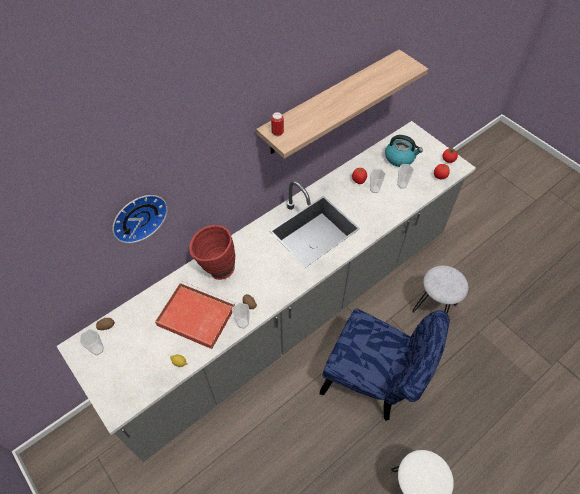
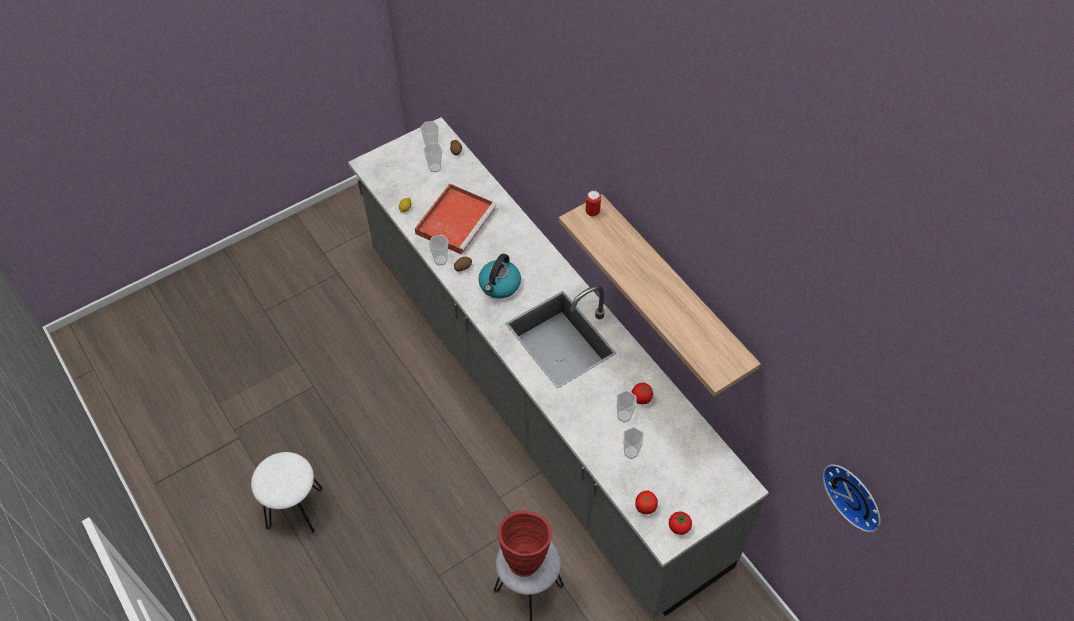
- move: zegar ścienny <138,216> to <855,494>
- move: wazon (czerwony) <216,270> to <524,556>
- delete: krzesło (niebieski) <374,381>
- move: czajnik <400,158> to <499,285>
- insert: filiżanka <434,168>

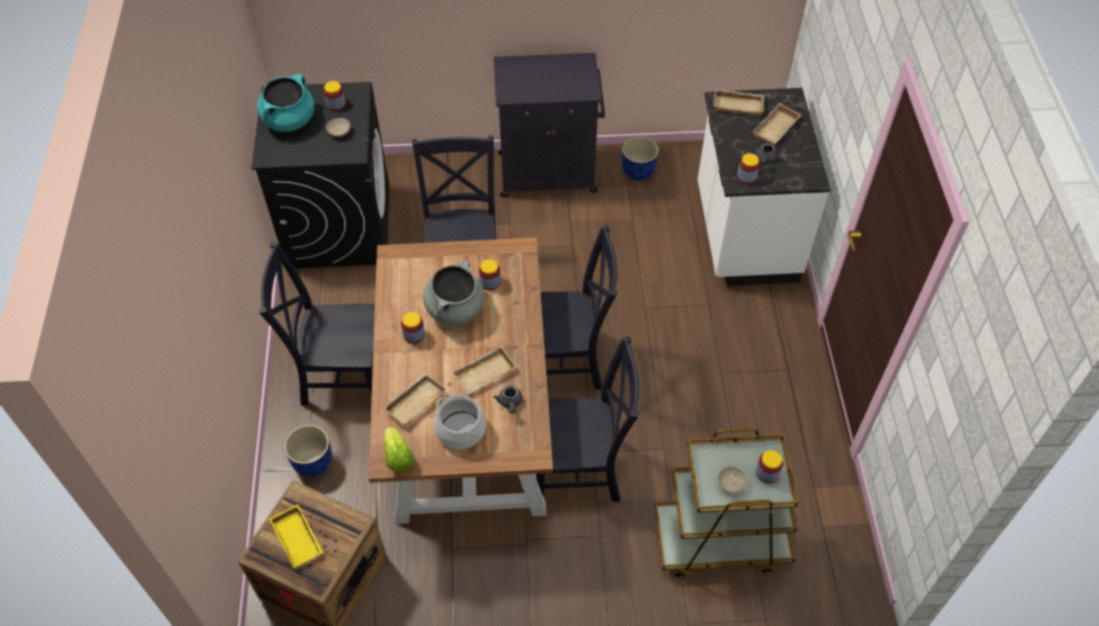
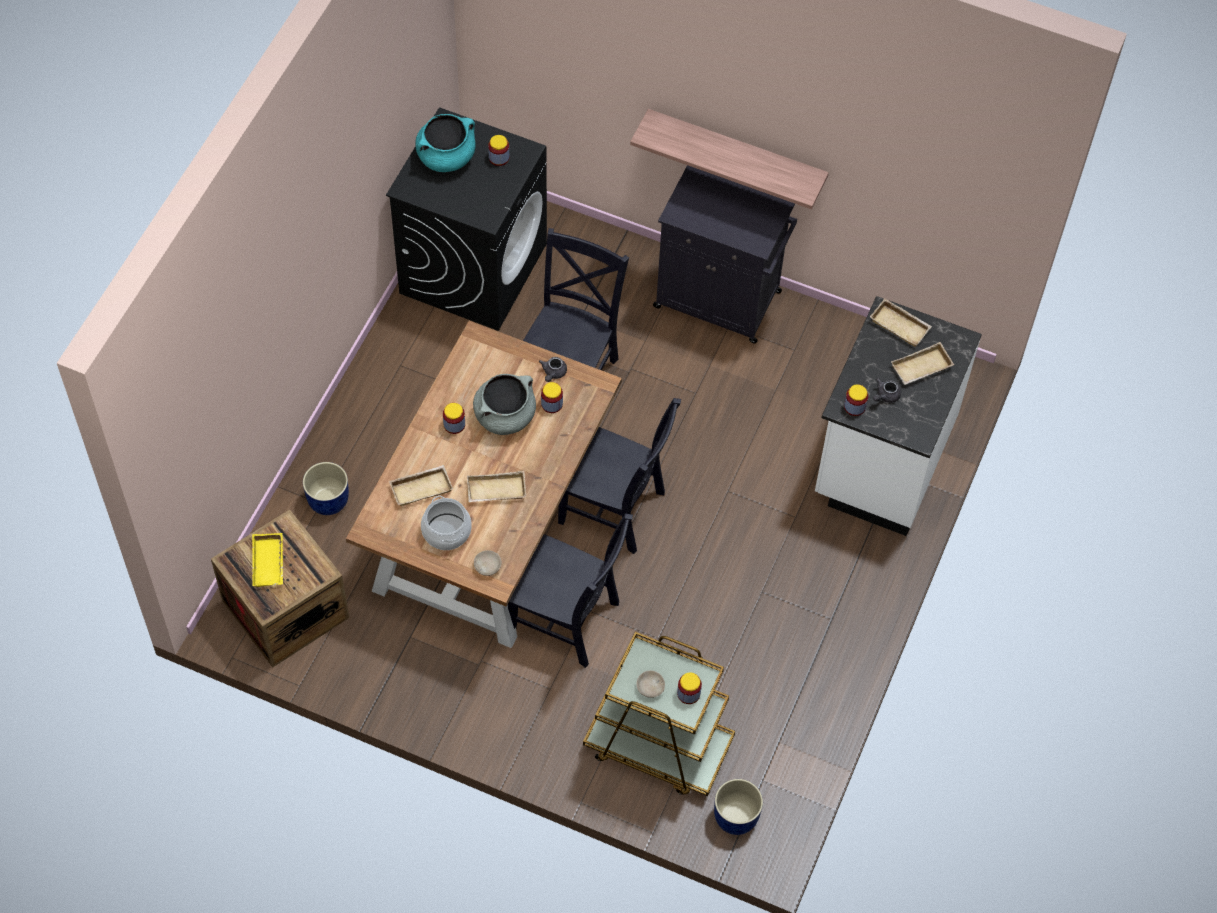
- delete: krzesło (czarny) <339,373>
- move: miska (beżowy) <340,132> to <488,567>
- delete: sałata <398,457>
- move: imbryk (szary) <510,403> to <553,373>
- move: donica (niebieski) <638,171> to <736,817>
- insert: półka <736,153>

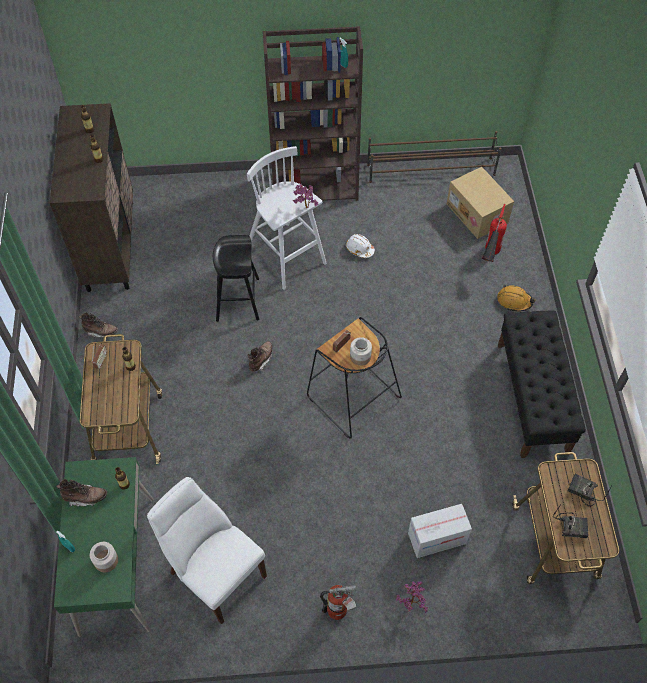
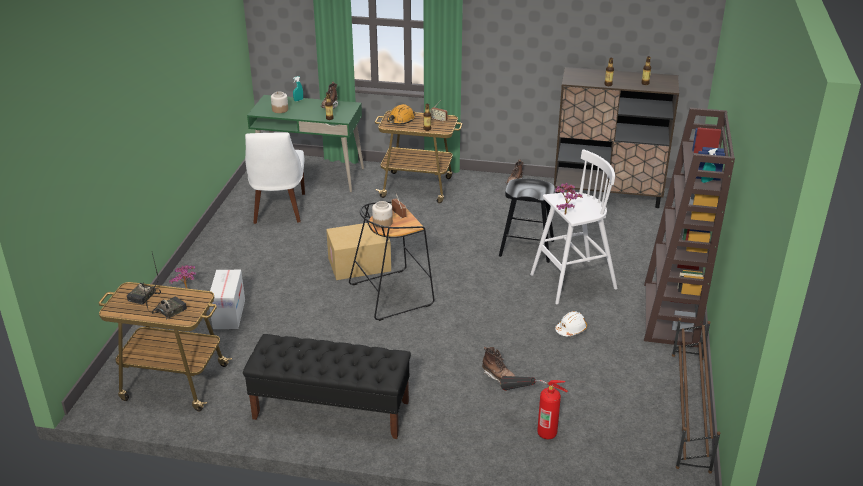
- rotate: krzesło (biały) <214,571> = <278,210> 120 degrees clockwise
- move: but z cholewką (brązowy) <261,359> to <498,376>
- delete: gaśnica <339,612>
- move: karton <478,213> to <359,265>
- move: kask (pomarańczowy) <514,301> to <400,120>

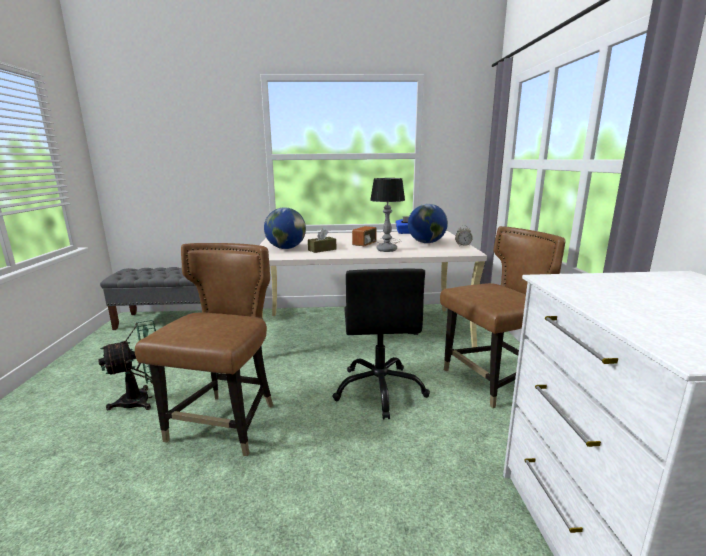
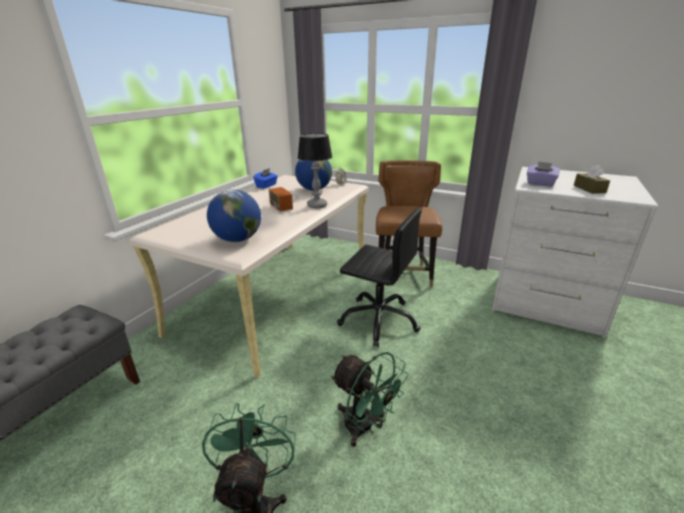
- replace: krzesło (brązowy) <225,424> to wentylator (zielony) <365,427>
- move: pudełko chusteczek (brązowy) <322,250> to <589,189>
- insert: pudełko chusteczek (fioletowy) <540,183>

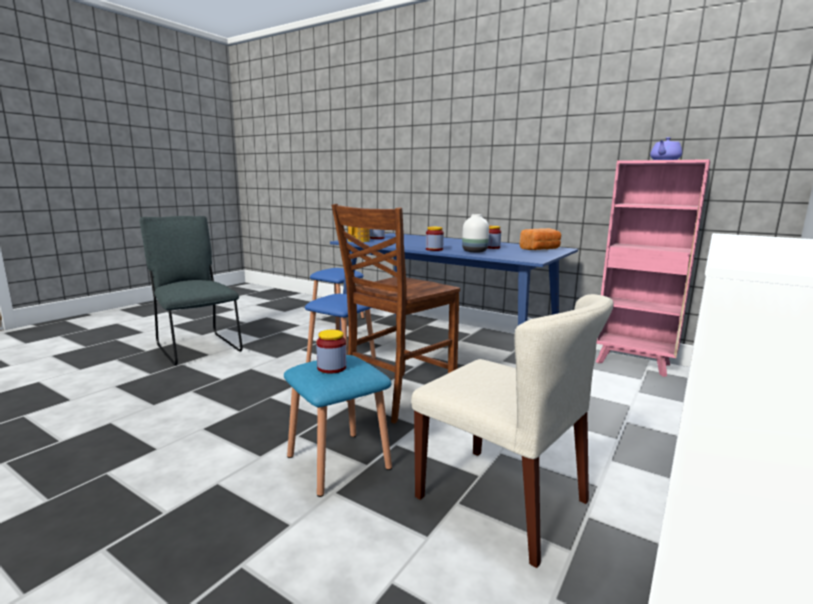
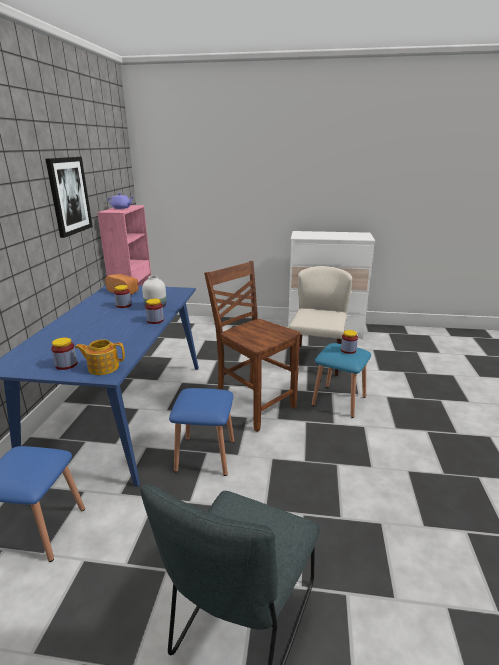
- rotate: krzesło (brązowy) <397,397> = <254,405> 150 degrees counterclockwise
- insert: obraz <69,196>

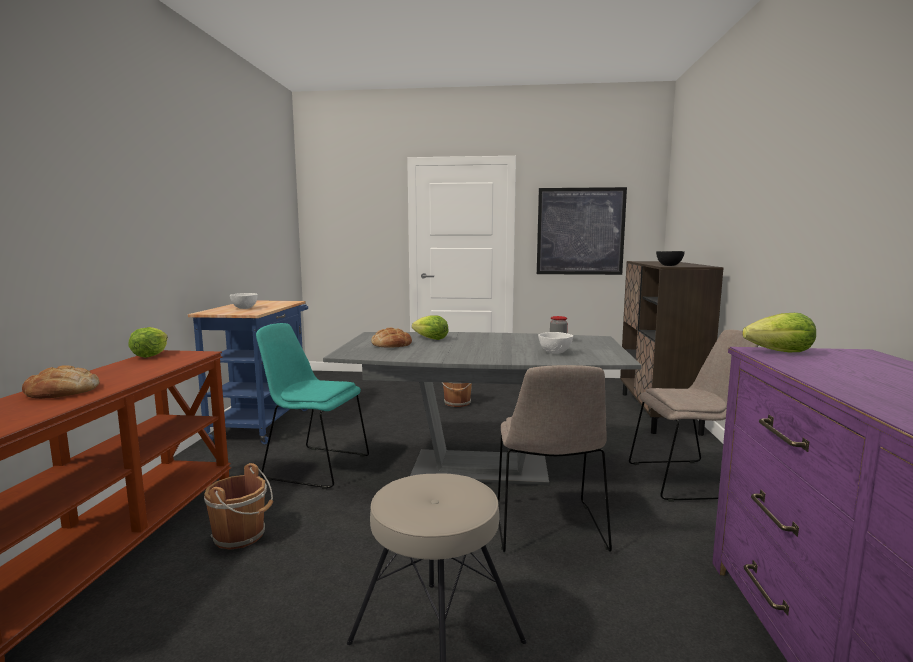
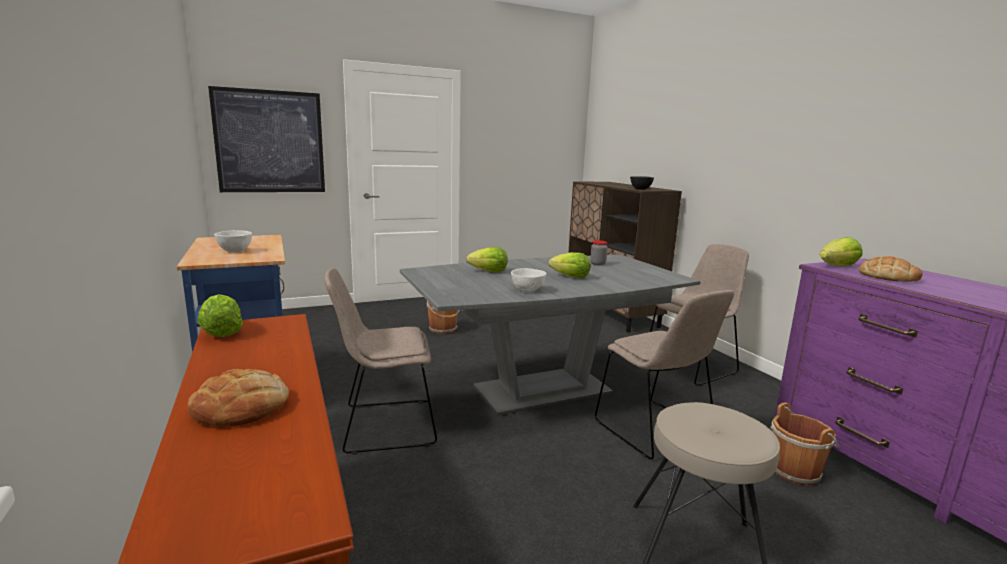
- move: wiadro (brązowy) <242,536> to <796,470>
- recolor: krzesło (turkusowy) <314,466> to krzesło (beżowy) <384,426>
- move: chleb <391,344> to <887,276>
- move: obraz <580,231> to <270,142>
- move: miska (biały) <555,353> to <528,290>
- insert: sałata <571,277>

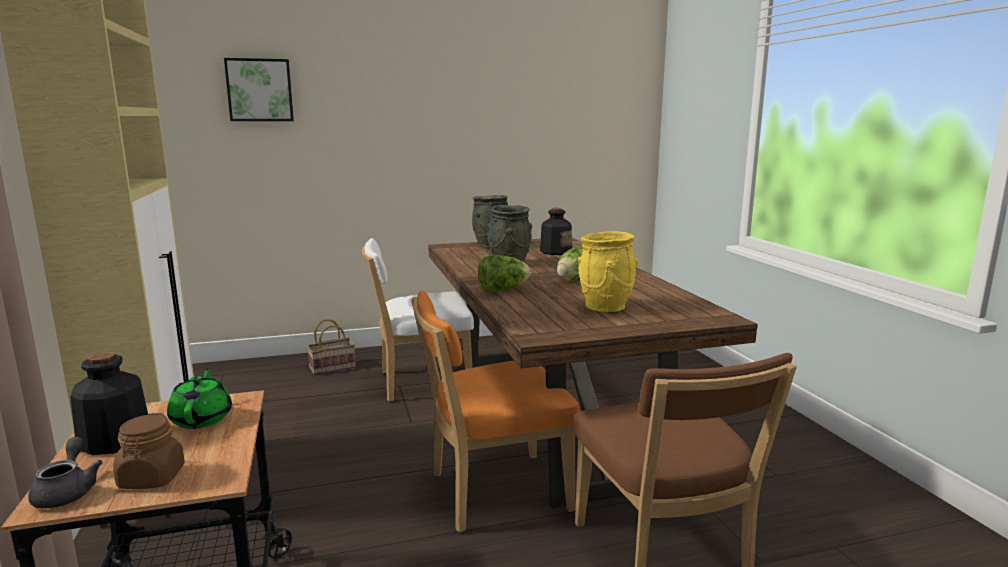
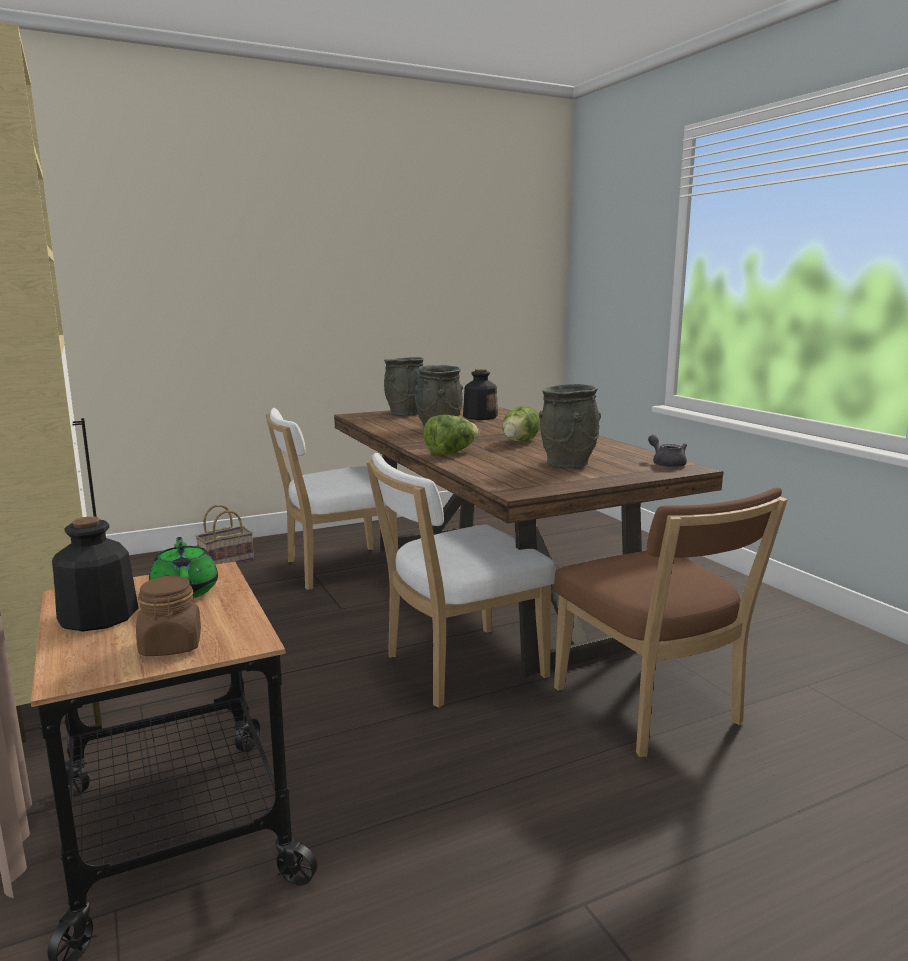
- move: imbryk (szary) <68,491> to <666,464>
- delete: obraz <260,90>
- recolor: krzesło (pomarańczowy) <492,493> to krzesło (biały) <457,668>
- recolor: wazon (żółty) <606,307> to wazon (szary) <568,463>

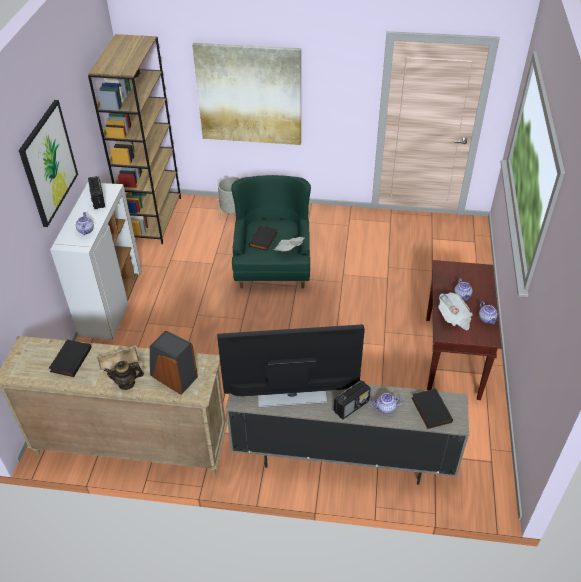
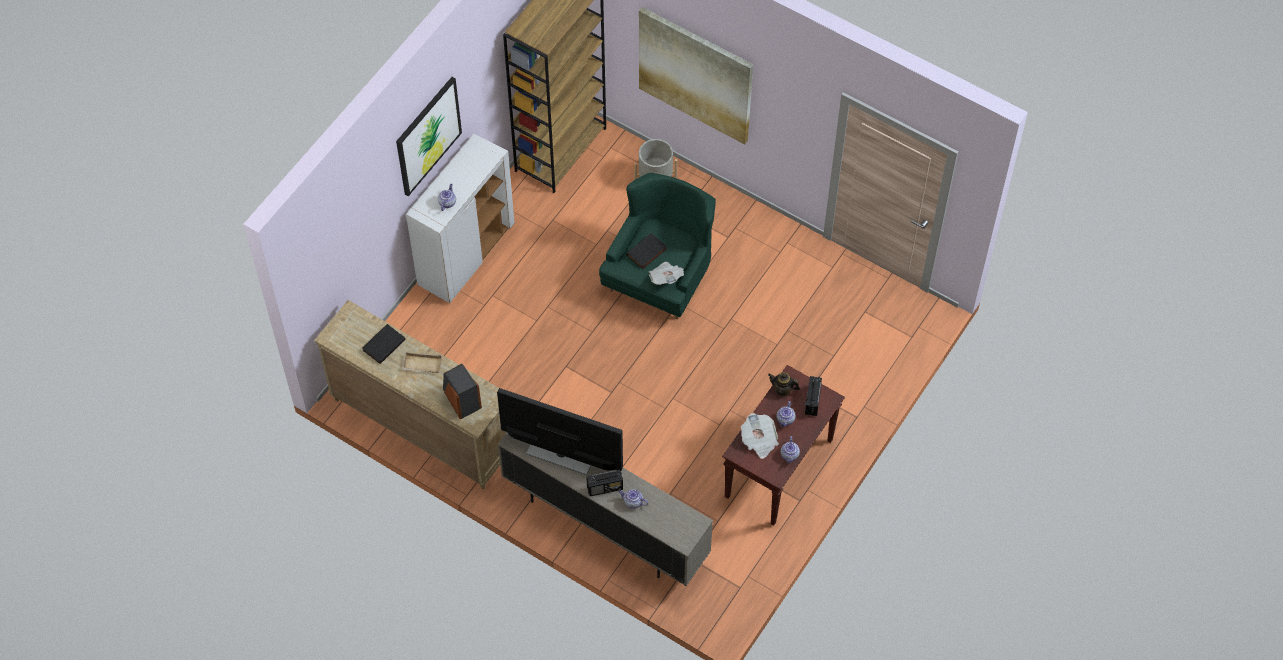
- move: radio <98,200> to <812,401>
- move: imbryk <126,383> to <782,389>
- delete: książka (czarny) <430,410>

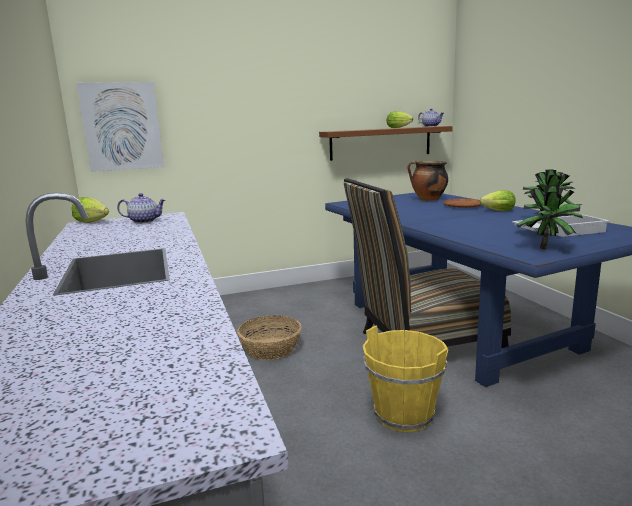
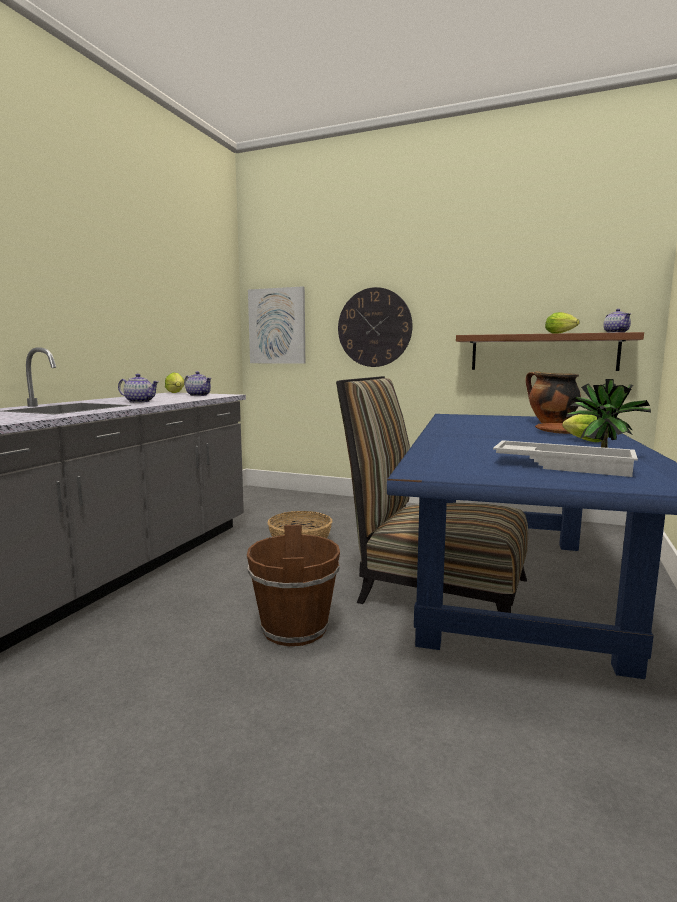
- recolor: wiadro (żółty) <404,414> to wiadro (brązowy) <295,629>
- delete: roślina doniczkowa <548,248>
- insert: imbryk <140,401>
- insert: zegar ścienny <374,327>

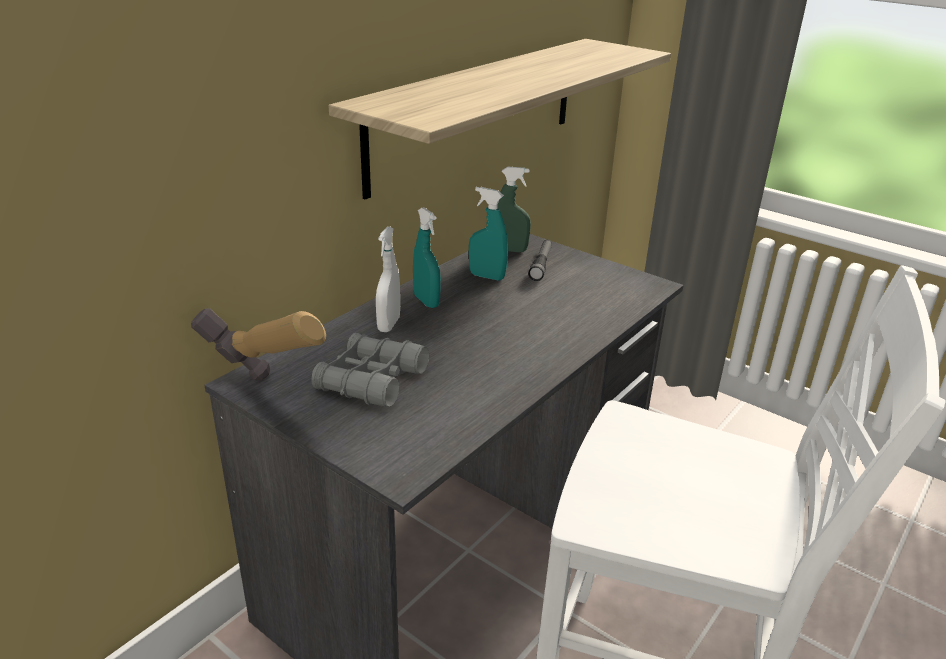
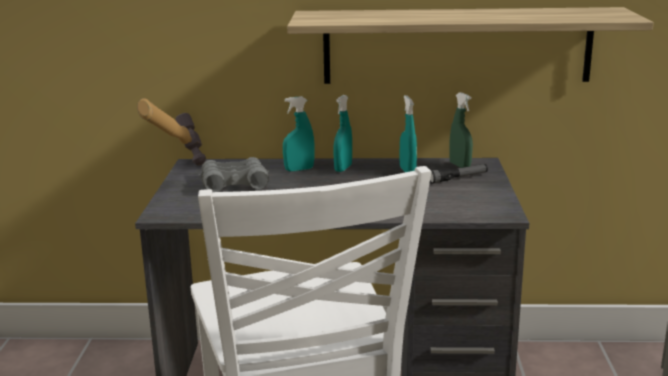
- recolor: spryskiwacz (biały) <389,324> to spryskiwacz (turkusowy) <299,169>

